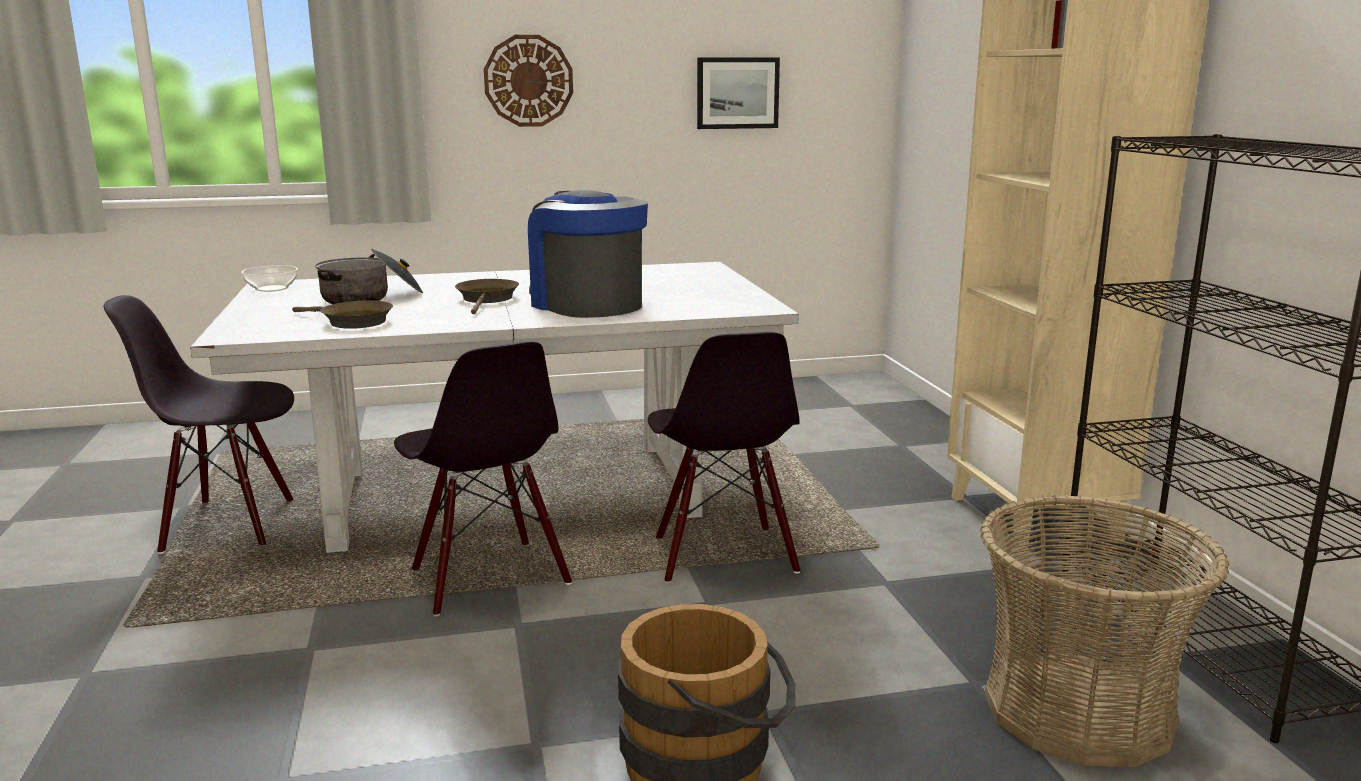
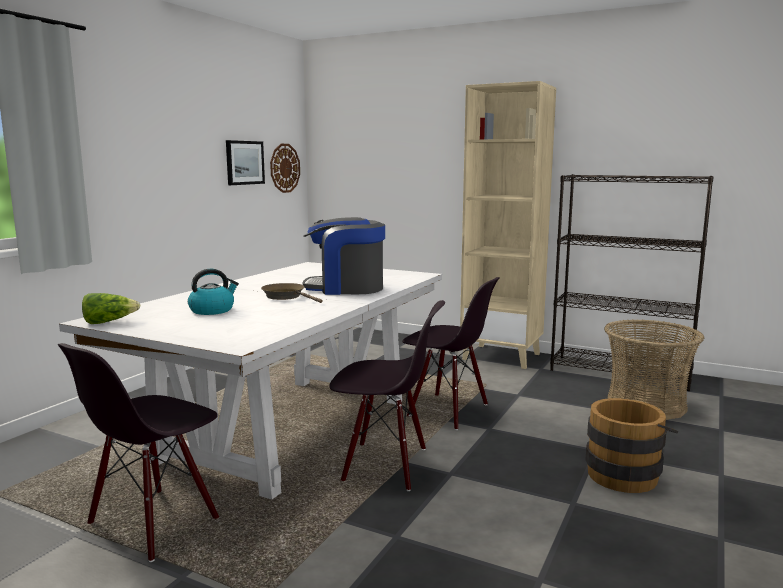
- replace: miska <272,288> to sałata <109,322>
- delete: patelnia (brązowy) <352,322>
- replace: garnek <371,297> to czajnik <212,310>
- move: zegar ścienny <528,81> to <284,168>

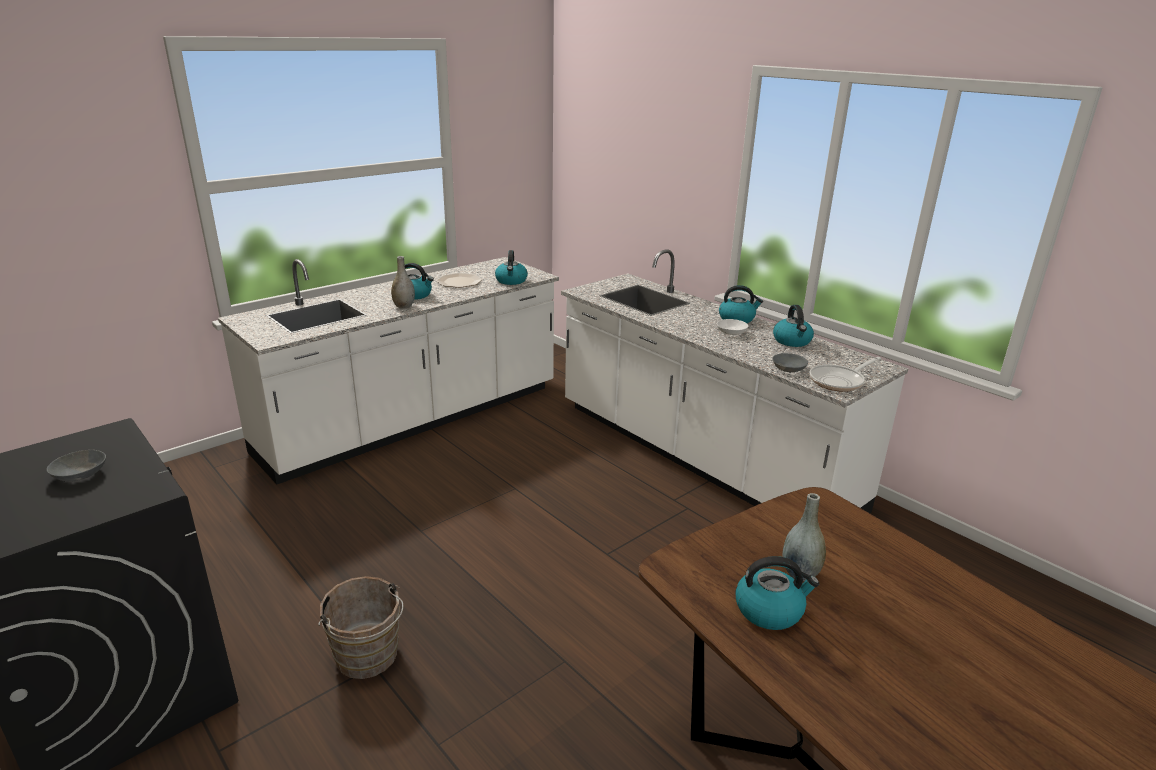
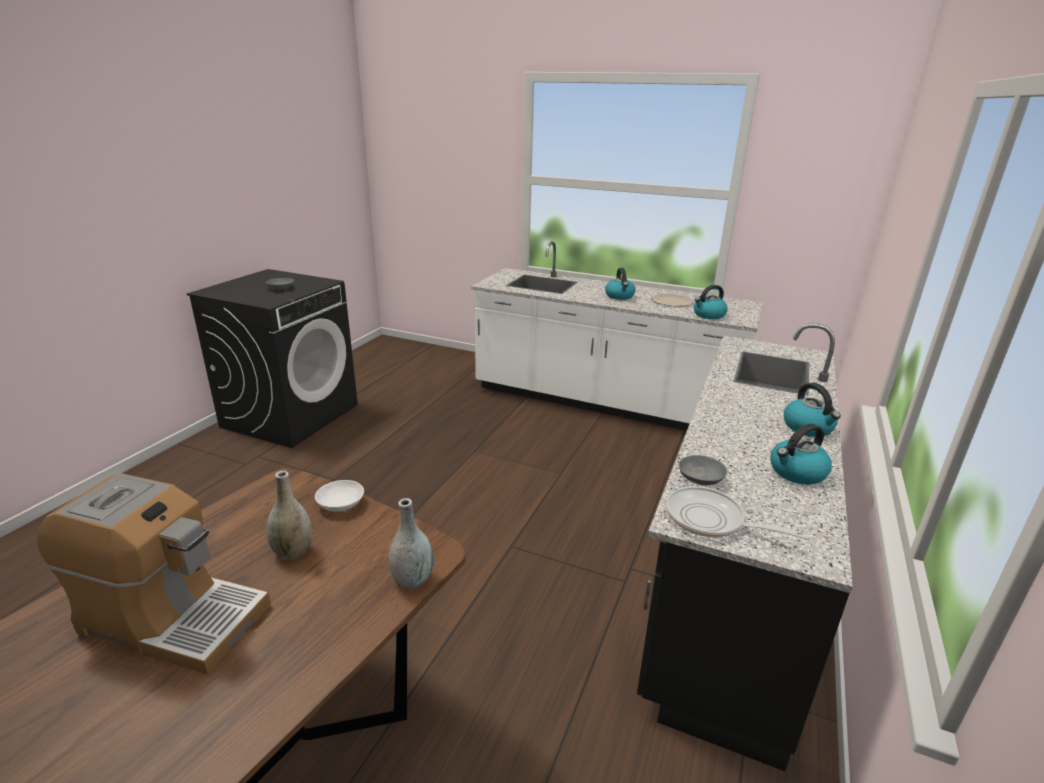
- delete: wiadro (brązowy) <368,659>
- move: wazon (szary) <404,306> to <412,580>
- recolor: zabudowa kuchenna (biały) <700,457> to zabudowa kuchenna (czarny) <731,570>
- move: miska (biały) <731,332> to <342,504>
- delete: czajnik <769,610>
- insert: ekspres do kawy <173,617>

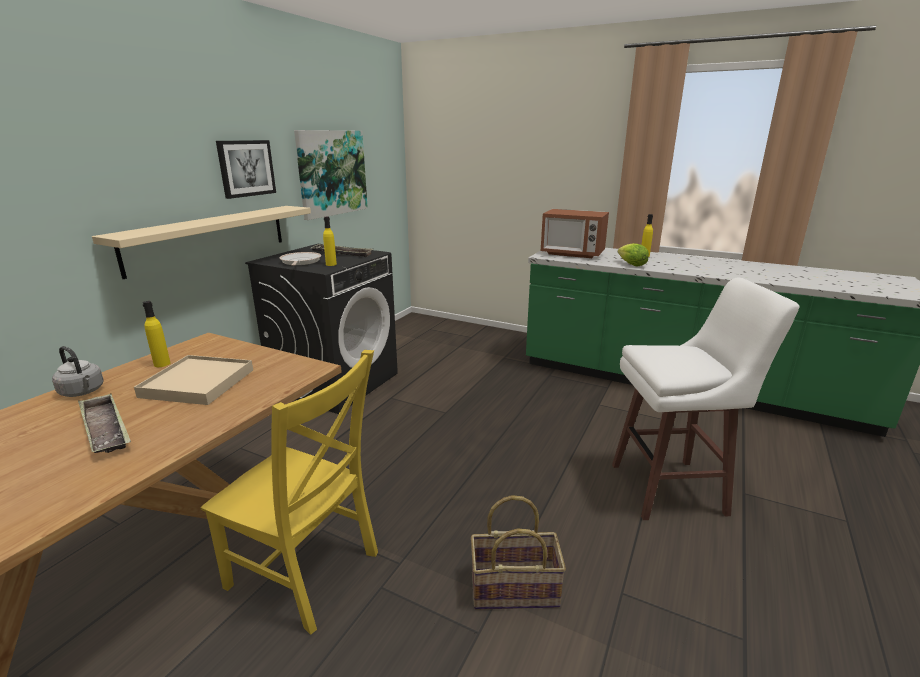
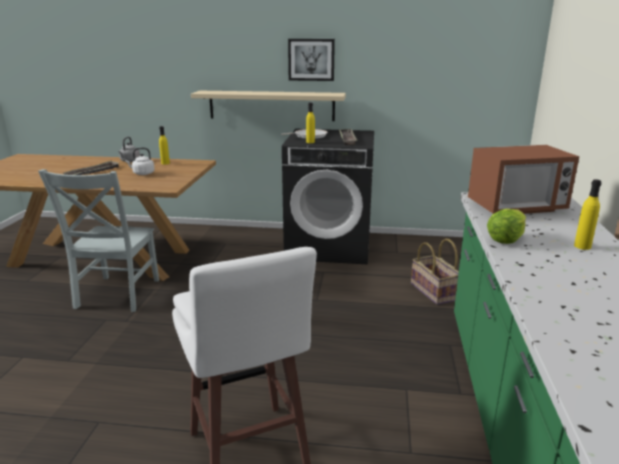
- replace: taca (beżowy) <198,383> to czajnik (biały) <142,173>
- recolor: krzesło (żółty) <307,573> to krzesło (szary) <116,295>
- delete: obraz <332,173>
- move: koszyk <514,588> to <434,291>
- rotate: mikrofalówka <572,253> = <516,208> 105 degrees counterclockwise

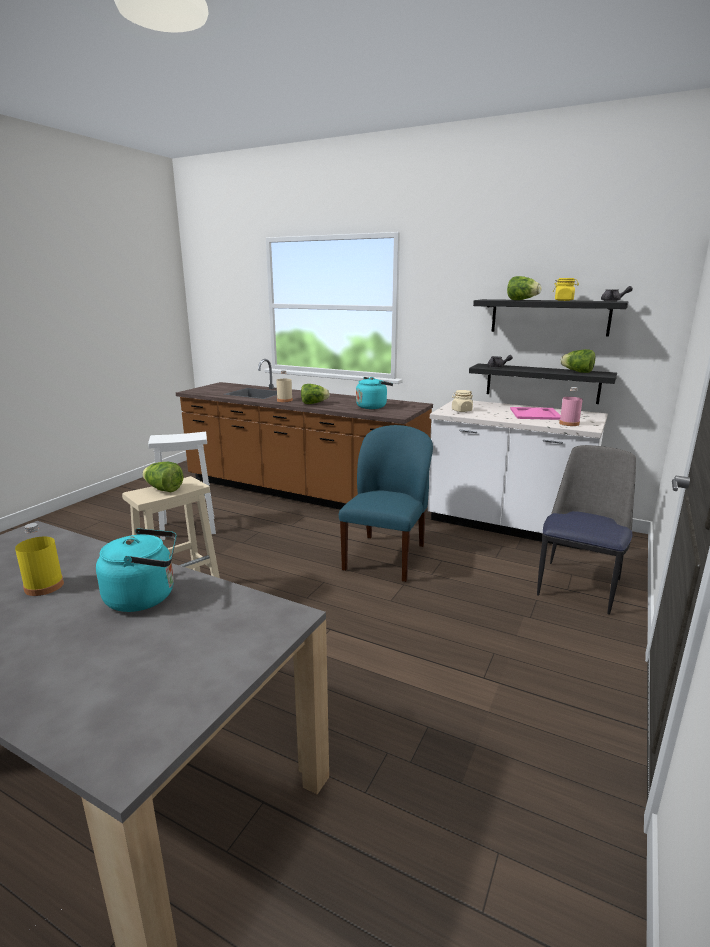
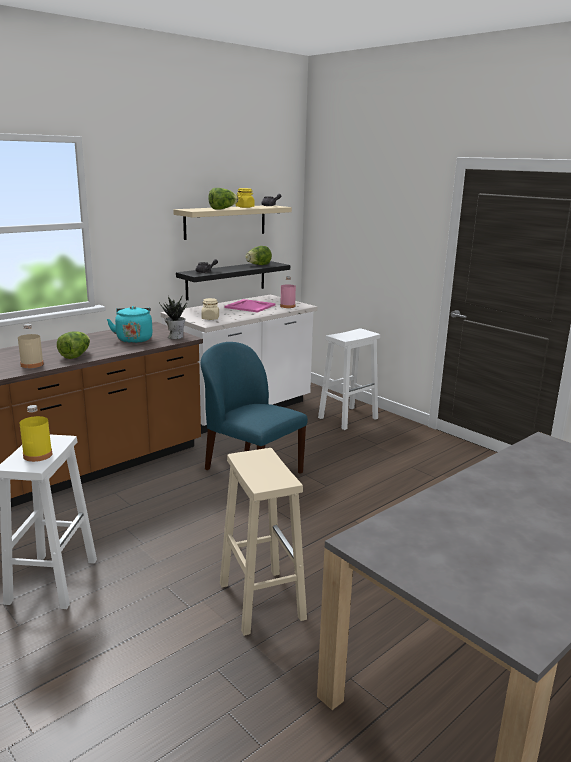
- move: butelka (żółty) <44,586> to <37,455>
- delete: czajnik (turkusowy) <145,597>
- delete: sałata <163,489>
- recolor: półka (czarny) <549,317> to półka (beżowy) <225,221>
- replace: krzesło <579,585> to stołek (biały) <348,418>
- insert: roślina doniczkowa <175,337>

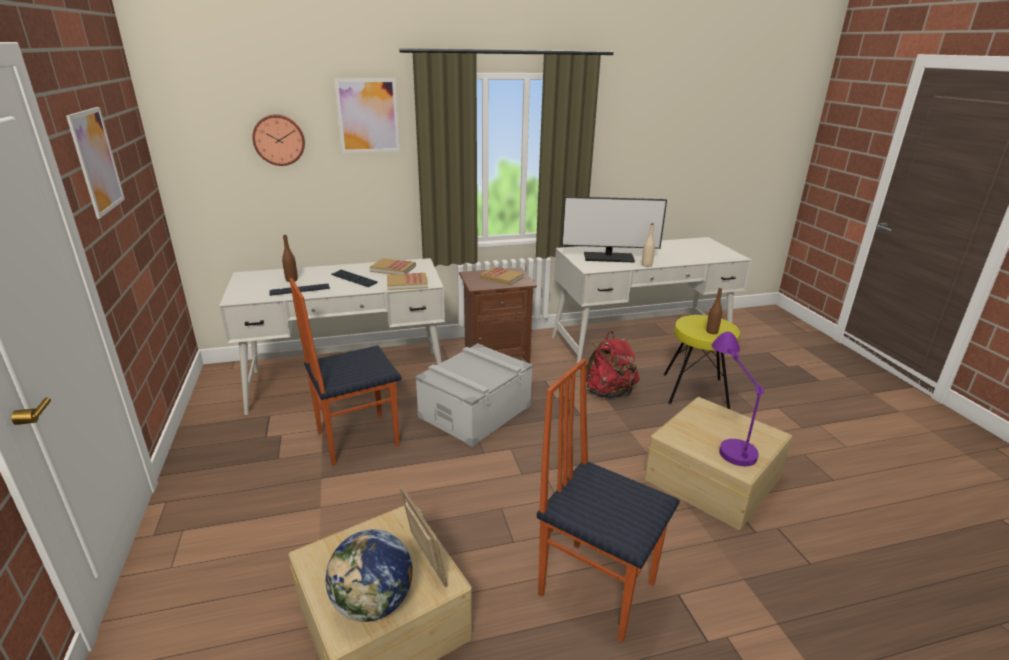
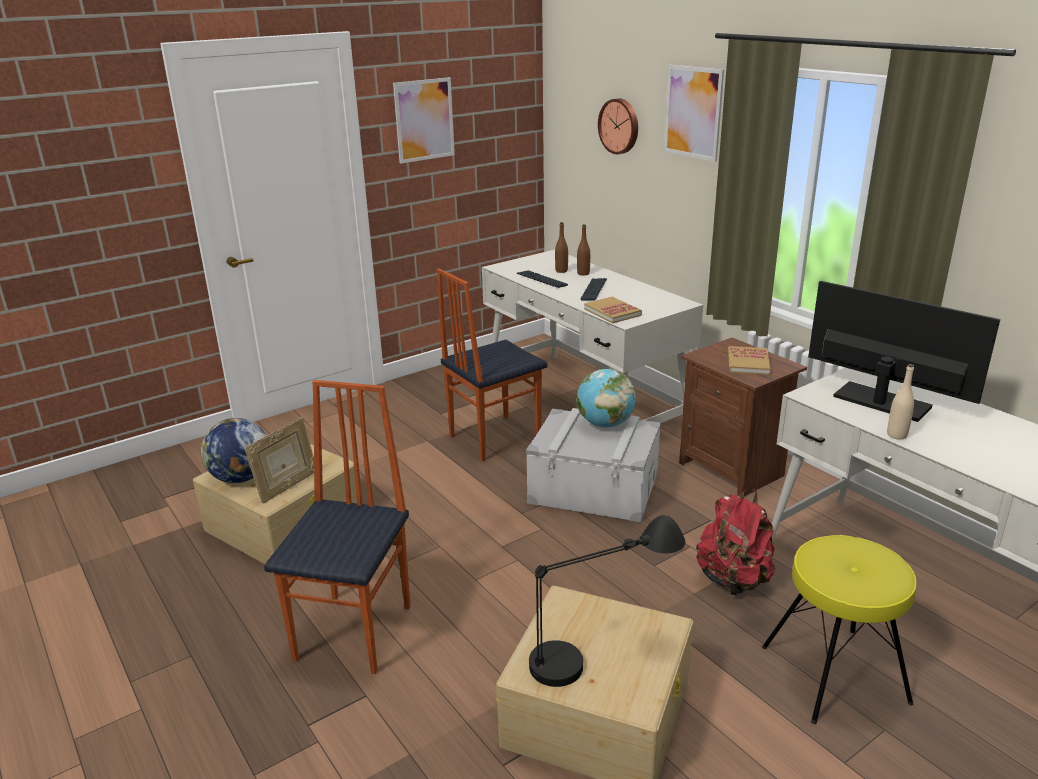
- rotate: krzesło <357,438> = <493,437> 75 degrees counterclockwise
- delete: książka <393,269>
- rotate: monitor <608,258> = <881,402> 150 degrees clockwise
- move: butelka (brązowy) <711,332> to <583,273>
- recolor: lampa stołowa (fioletowy) <726,435> to lampa stołowa (czarny) <599,652>
- insert: globus <605,424>

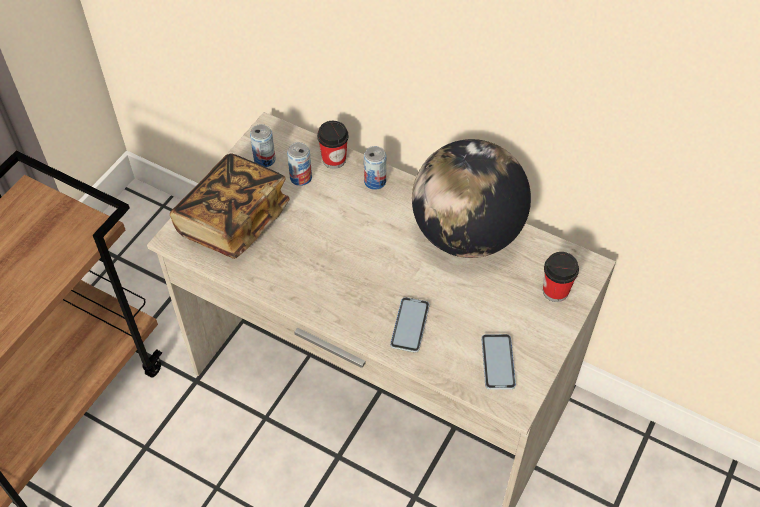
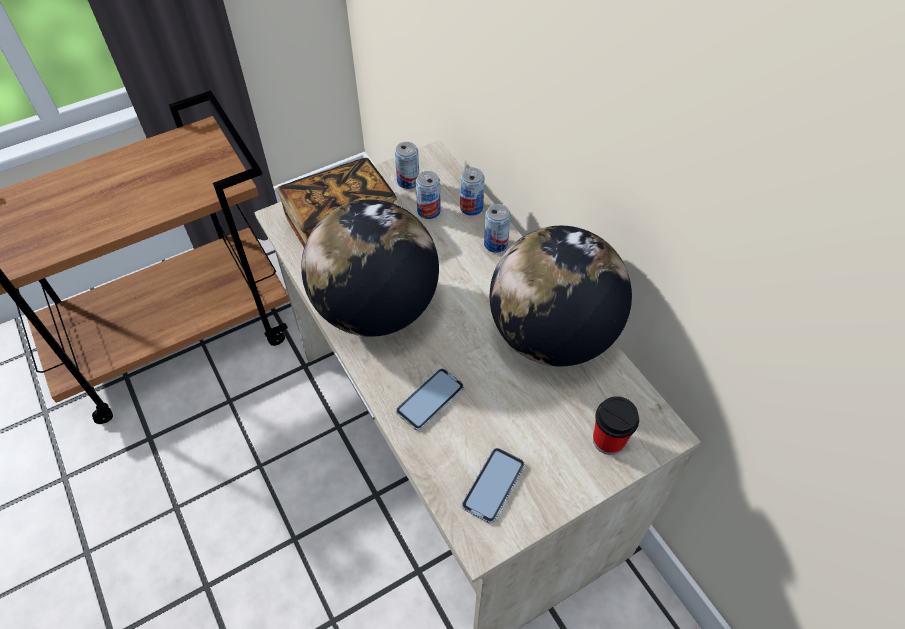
- replace: filiżanka <334,160> to puszka <471,207>
- insert: globus <376,308>

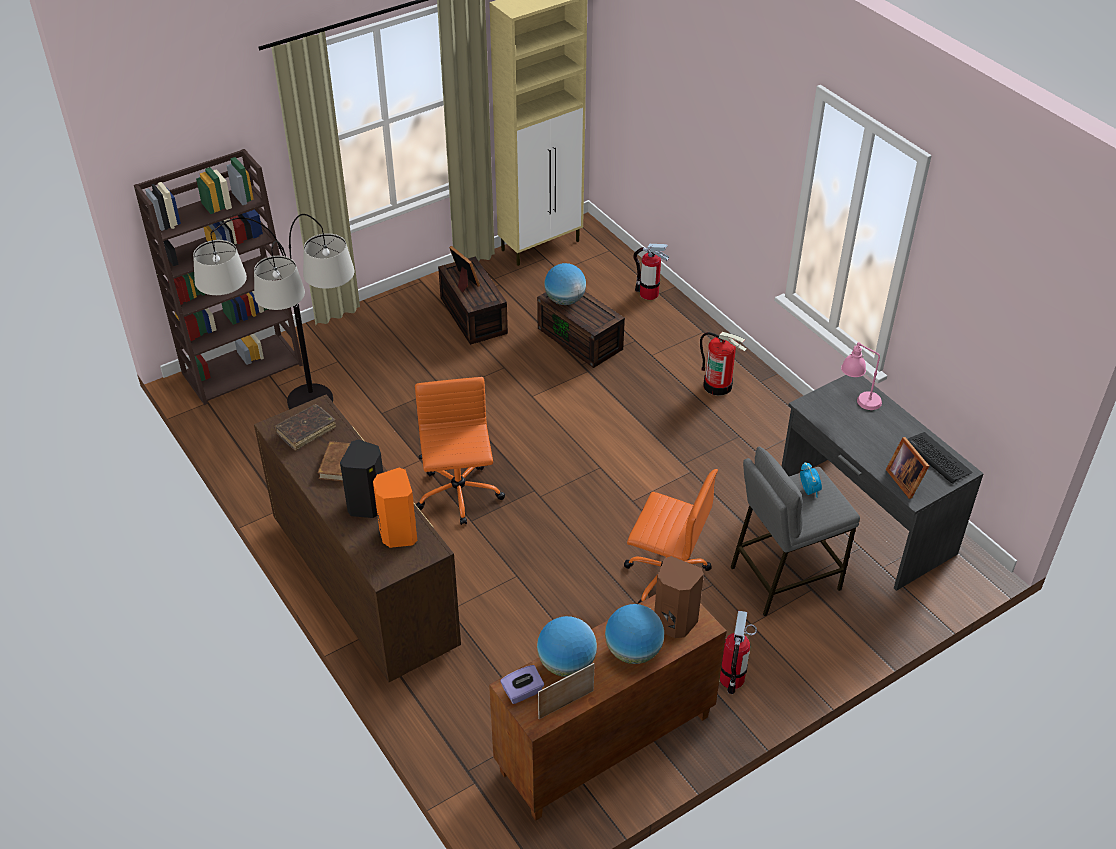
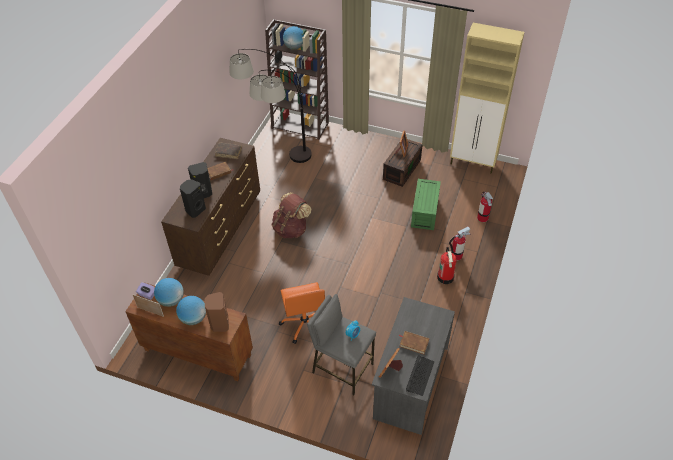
- recolor: głośnik (pomarańczowy) <397,534> to głośnik (czarny) <195,210>
- replace: krzesło biurowe (pomarańczowy) <459,495> to plecak (brązowy) <291,229>
- recolor: pojemnik do przechowywania (brązowy) <581,339> to pojemnik do przechowywania (zielony) <425,212>
- move: globus <565,300> to <294,47>
- move: gaśnica <732,679> to <456,256>
- delete: lampa stołowa (różowy) <858,400>
- insert: książka (brązowy) <414,343>

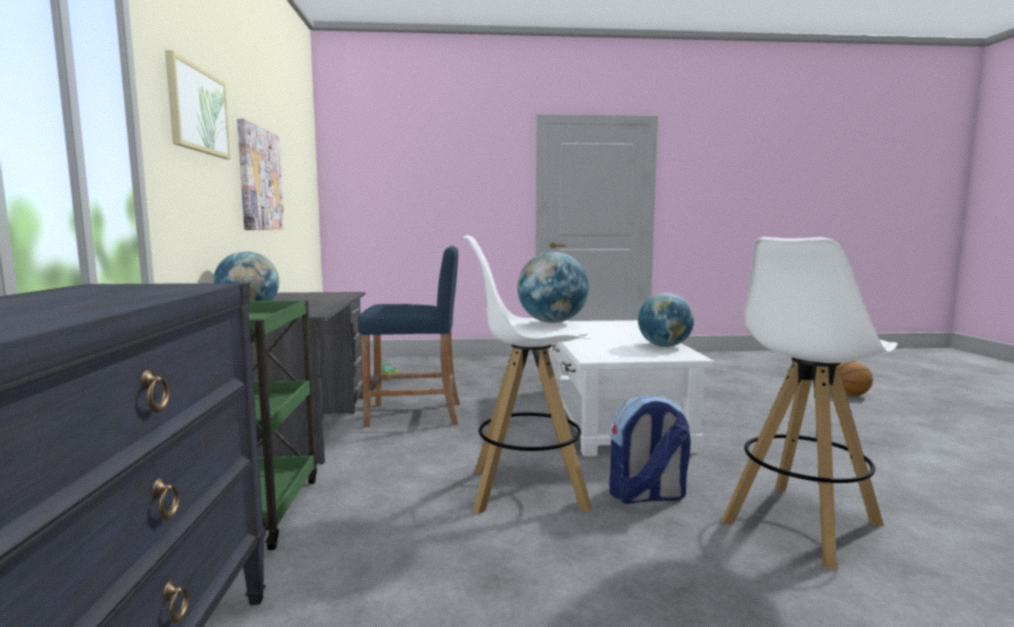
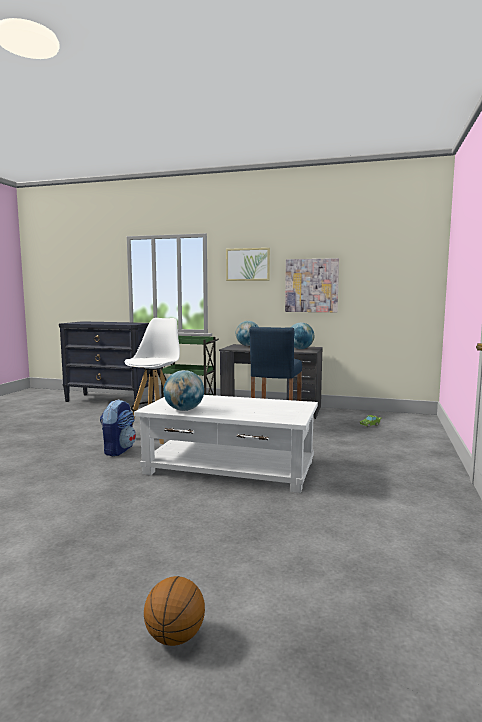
- move: globus <552,322> to <300,349>
- delete: stołek (biały) <800,524>

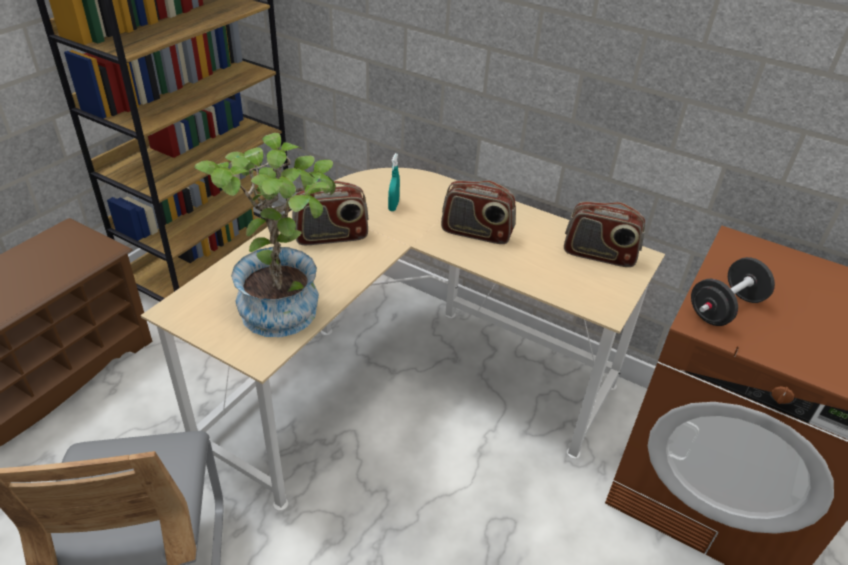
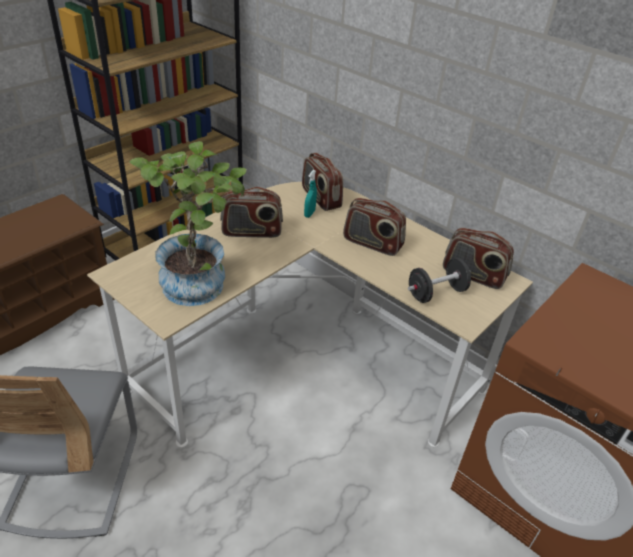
- move: hantel (czarny) <725,309> to <436,293>
- insert: radio <320,198>

